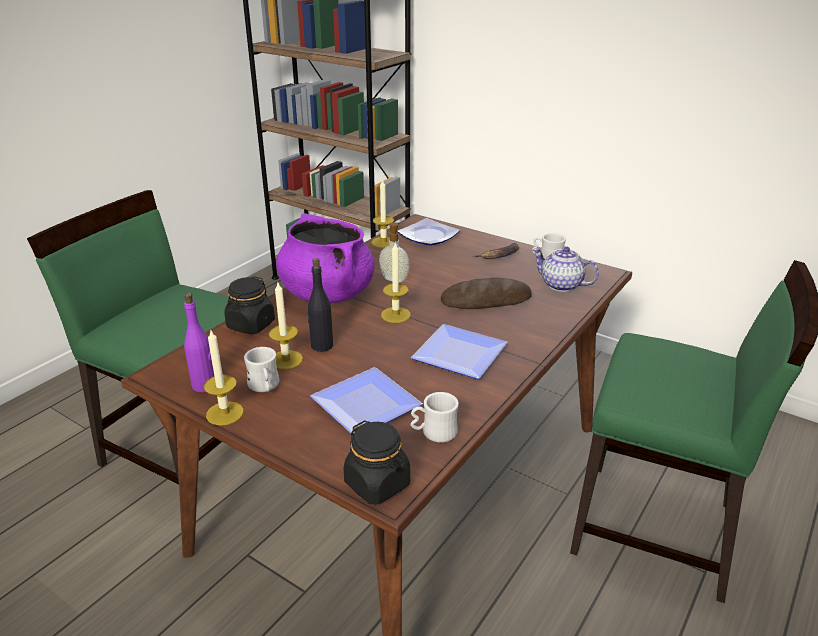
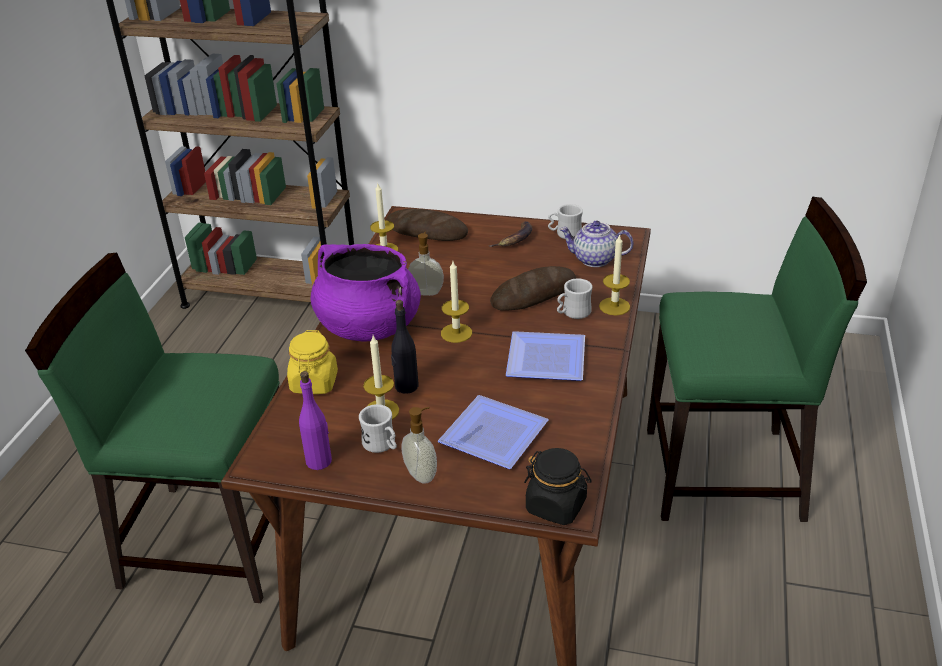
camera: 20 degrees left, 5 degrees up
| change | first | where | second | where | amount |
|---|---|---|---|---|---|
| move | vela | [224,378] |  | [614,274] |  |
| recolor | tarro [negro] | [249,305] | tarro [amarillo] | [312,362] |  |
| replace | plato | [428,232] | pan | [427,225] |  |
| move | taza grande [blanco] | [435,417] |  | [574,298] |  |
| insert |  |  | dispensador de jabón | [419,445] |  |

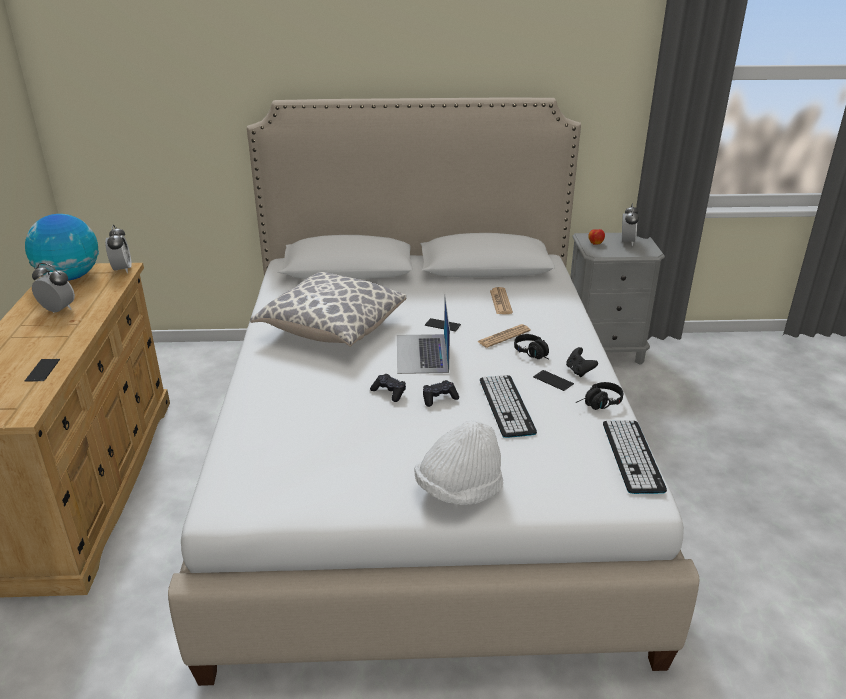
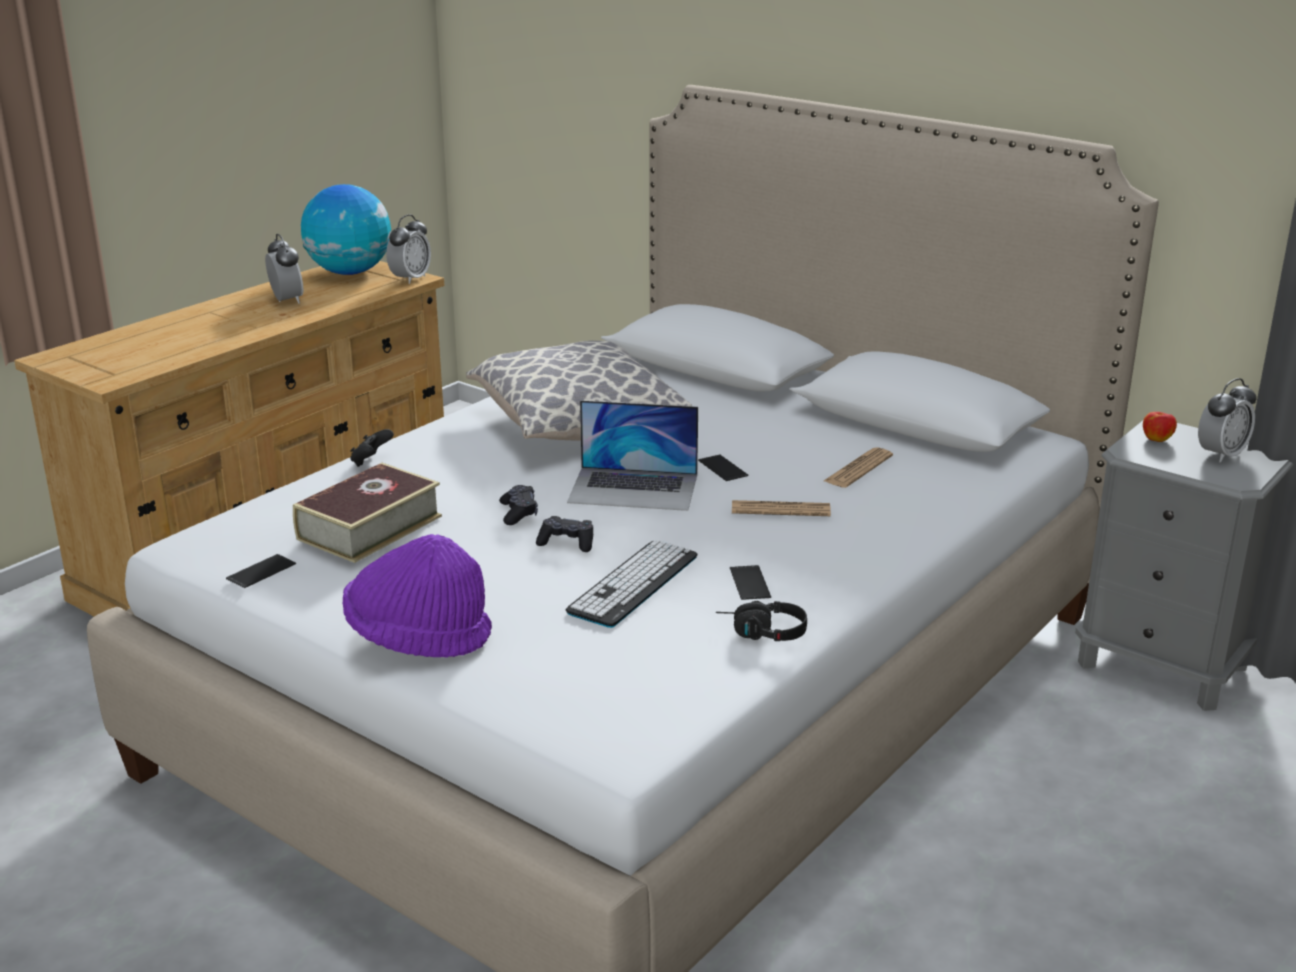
camera: 40 degrees right, 5 degrees down
| change | first | where | second | where | amount |
|---|---|---|---|---|---|
| move | móvil | [42,370] |  | [261,571] |  |
| rotate | portátil | [423,335] |  | [632,455] | 120 degrees counterclockwise |
| recolor | sombrero [blanco] | [458,462] | sombrero [morado] | [417,596] |  |
| delete | auriculares [negro] | [531,347] |  |  |  |
| move | mando de consola [negro] | [582,362] |  | [372,448] |  |
| delete | teclado | [635,457] |  |  |  |
| insert |  |  | libro | [367,513] |  |

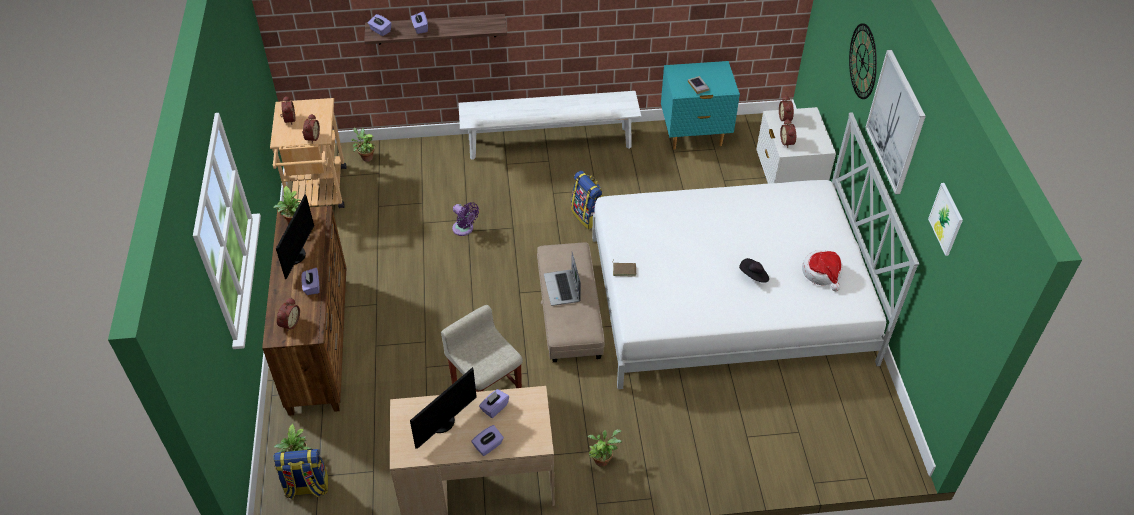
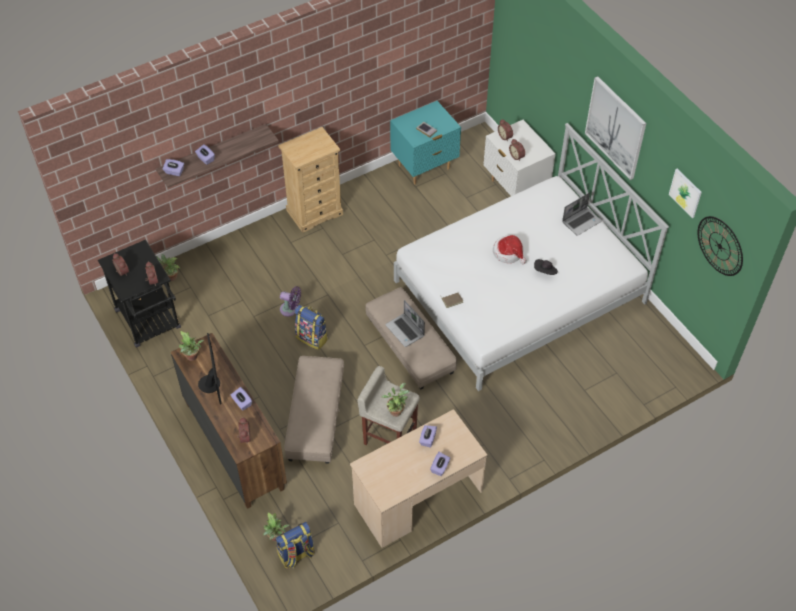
camera: 25 degrees left, 5 degrees up
| change | first | where | second | where | amount |
|---|---|---|---|---|---|
| recolor | carrito [beis] | [308,153] | carrito [negro] | [139,294] |  |
| delete | monitor | [443,408] |  |  |  |
| replace | banco [blanco] | [549,125] | cómoda [beis] | [310,180] |  |
| move | mochila | [587,200] |  | [311,327] |  |
| move | planta en maceta | [605,448] |  | [395,400] |  |
| move | sombrero | [822,270] |  | [510,249] |  |
| move | reloj de pared | [863,61] |  | [720,246] |  |
| insert |  |  | puf [beis] | [314,410] |  |
| insert |  |  | portátil | [582,214] |  |

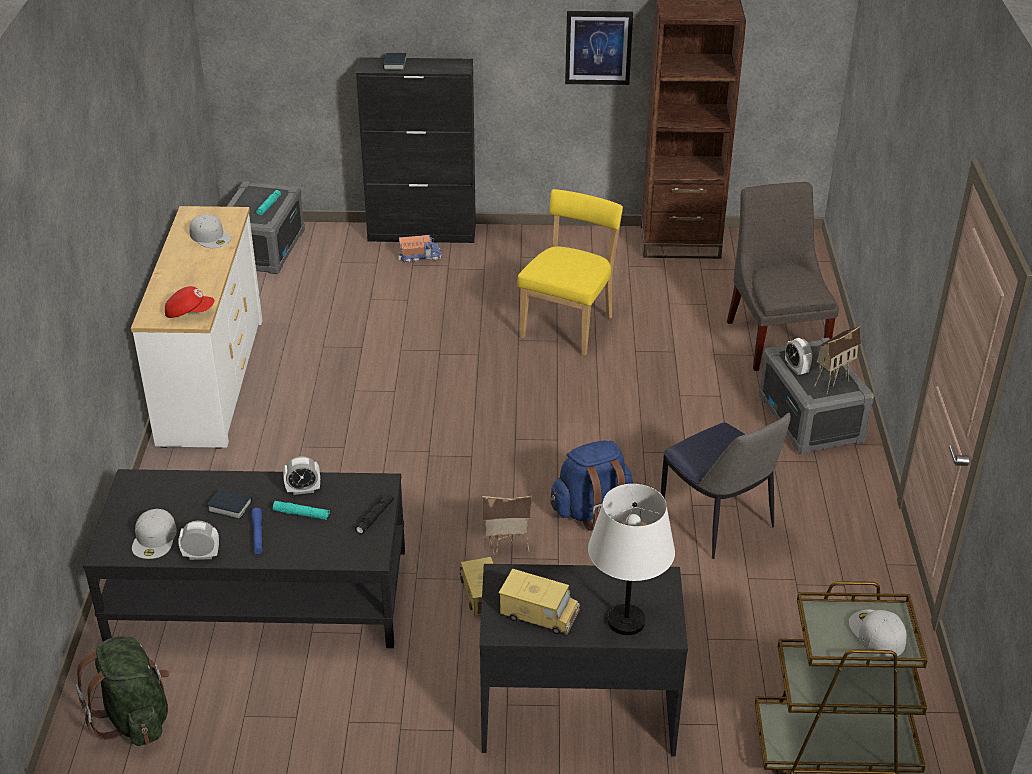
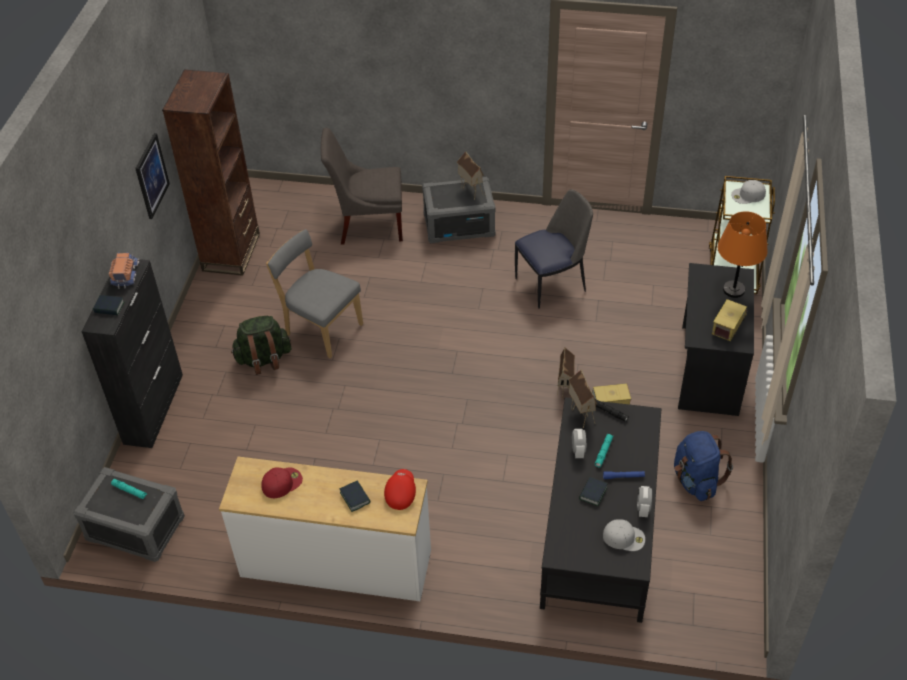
camera: 80 degrees left, 10 degrees up
| change | first | where | second | where | amount |
|---|---|---|---|---|---|
| move | mochila [verde] | [122,691] |  | [261,345] |  |
| recolor | gorra [blanco] | [210,231] | gorra [rojo] | [282,482] |  |
| move | camión de juguete | [420,248] |  | [124,270] |  |
| recolor | silla [amarillo] | [570,272] | silla [gris] | [314,293] |  |
| move | mochila [azul] | [591,485] |  | [703,466] |  |
| recolor | lámpara de mesa [blanco] | [631,559] | lámpara de mesa [naranja] | [743,254] |  |
| delete | despertador | [799,356] |  |  |  |
| insert |  |  | libro | [355,496] |  |
| insert |  |  | casita | [582,398] |  |

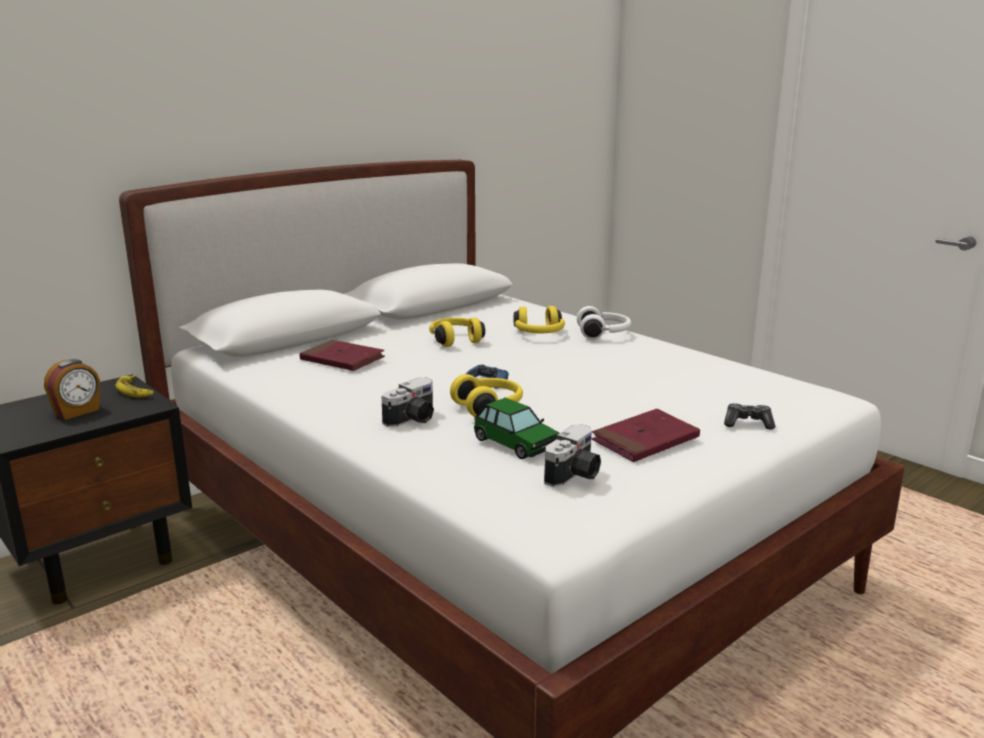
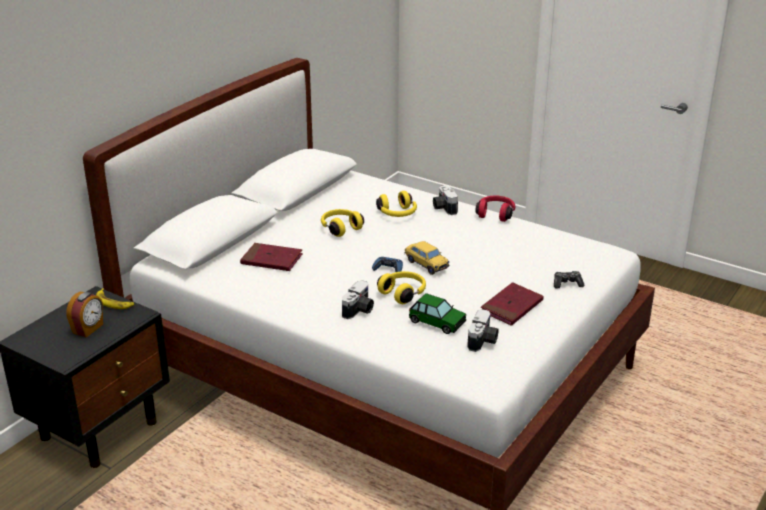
camera: 15 degrees left, 10 degrees up
| change | first | where | second | where | amount |
|---|---|---|---|---|---|
| replace | auriculares [blanco] | [604,322] | cámara | [445,200] |  |
| insert |  |  | coche de juguete | [426,258] |  |
| insert |  |  | auriculares [rojo] | [495,209] |  |

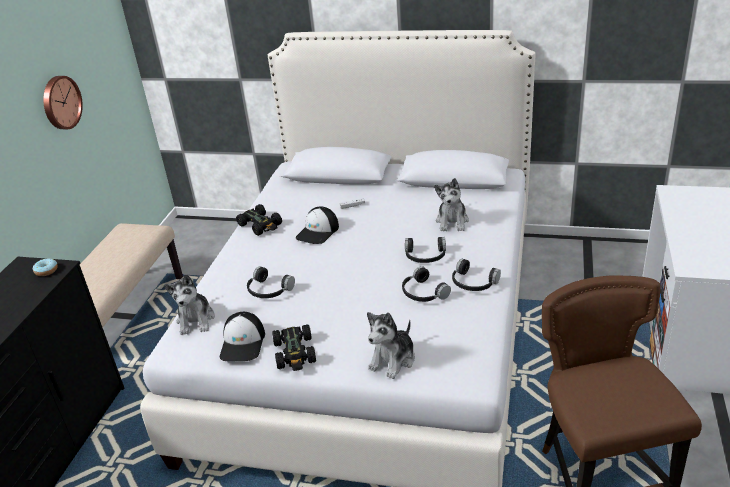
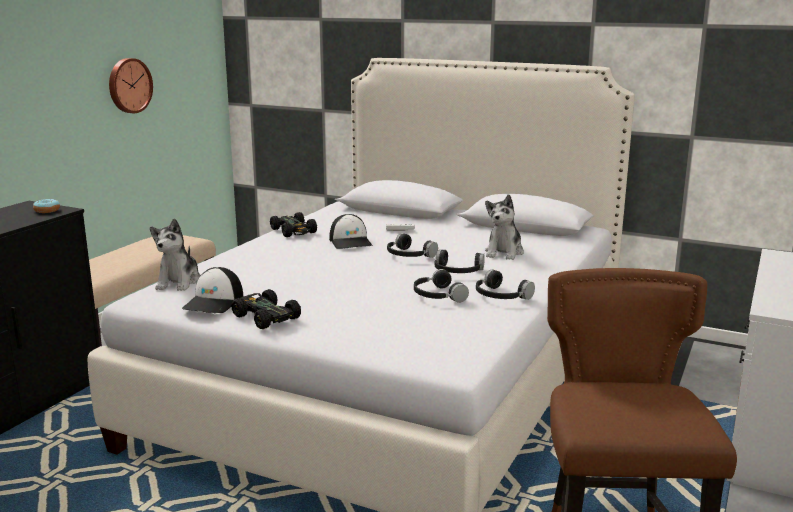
camera: 10 degrees right, 15 degrees down
| change | first | where | second | where | amount |
|---|---|---|---|---|---|
| move | auriculares [negro] | [271,282] |  | [412,245] |  |
| rotate | coche de juguete [negro] | [294,347] |  | [266,309] | 135 degrees clockwise |
| rotate | gorra | [317,225] |  | [350,231] | 60 degrees counterclockwise |
| delete | peluche | [391,345] |  |  |  |

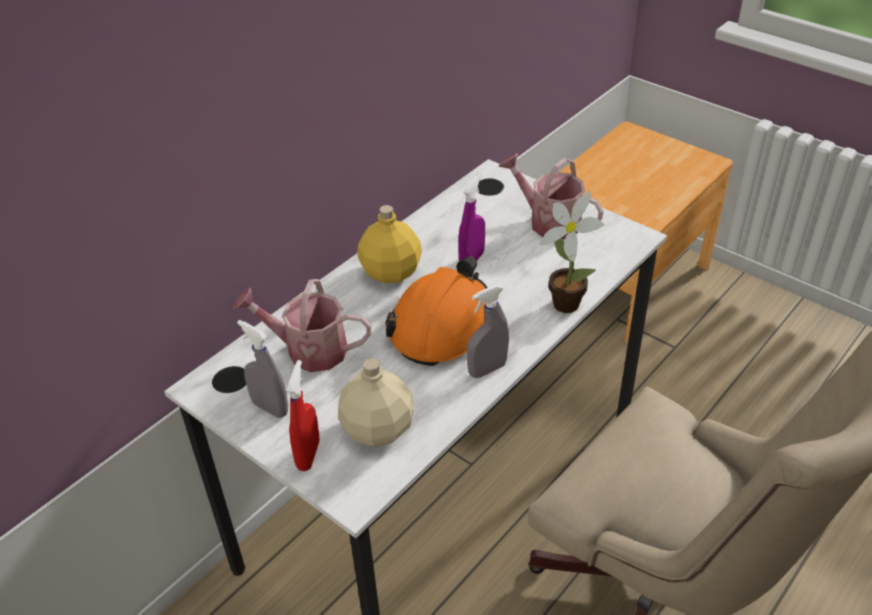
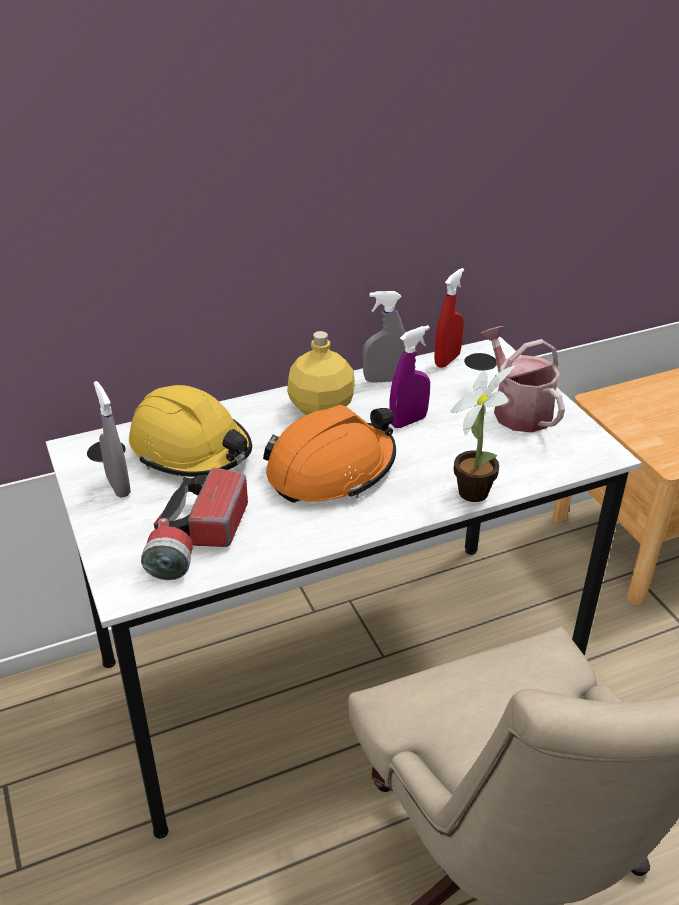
camera: 25 degrees right, 5 degrees down
| change | first | where | second | where | amount |
|---|---|---|---|---|---|
| replace | regadera | [302,325] | casco [amarillo] | [190,431] |  |
| move | pulverizador [rojo] | [302,415] |  | [449,318] |  |
| replace | botella [beis] | [376,402] | linterna | [194,523] |  |
| move | pulverizador [gris] | [488,331] |  | [383,337] |  |

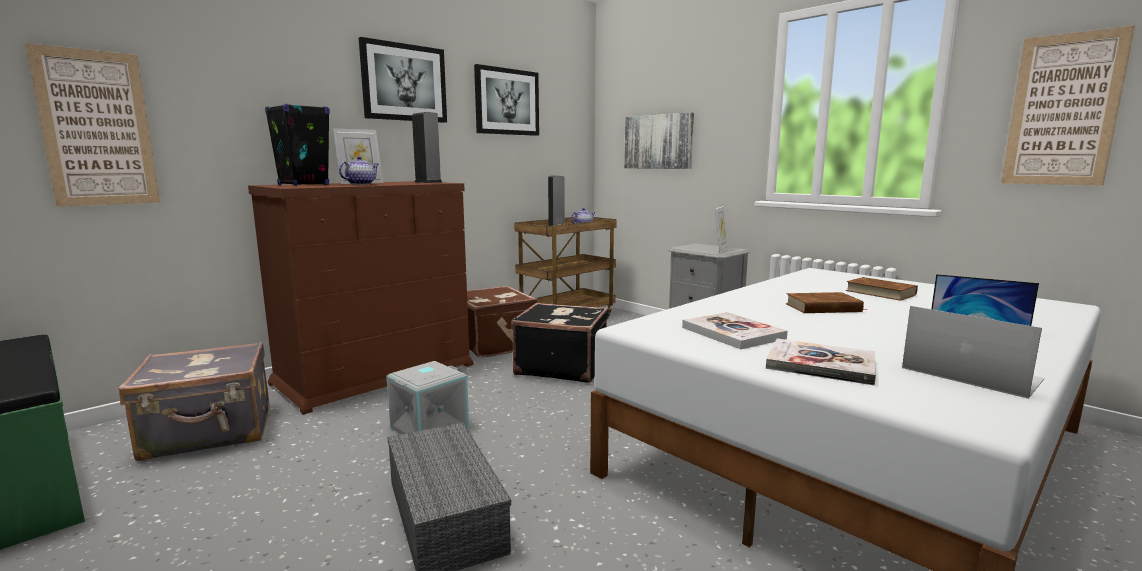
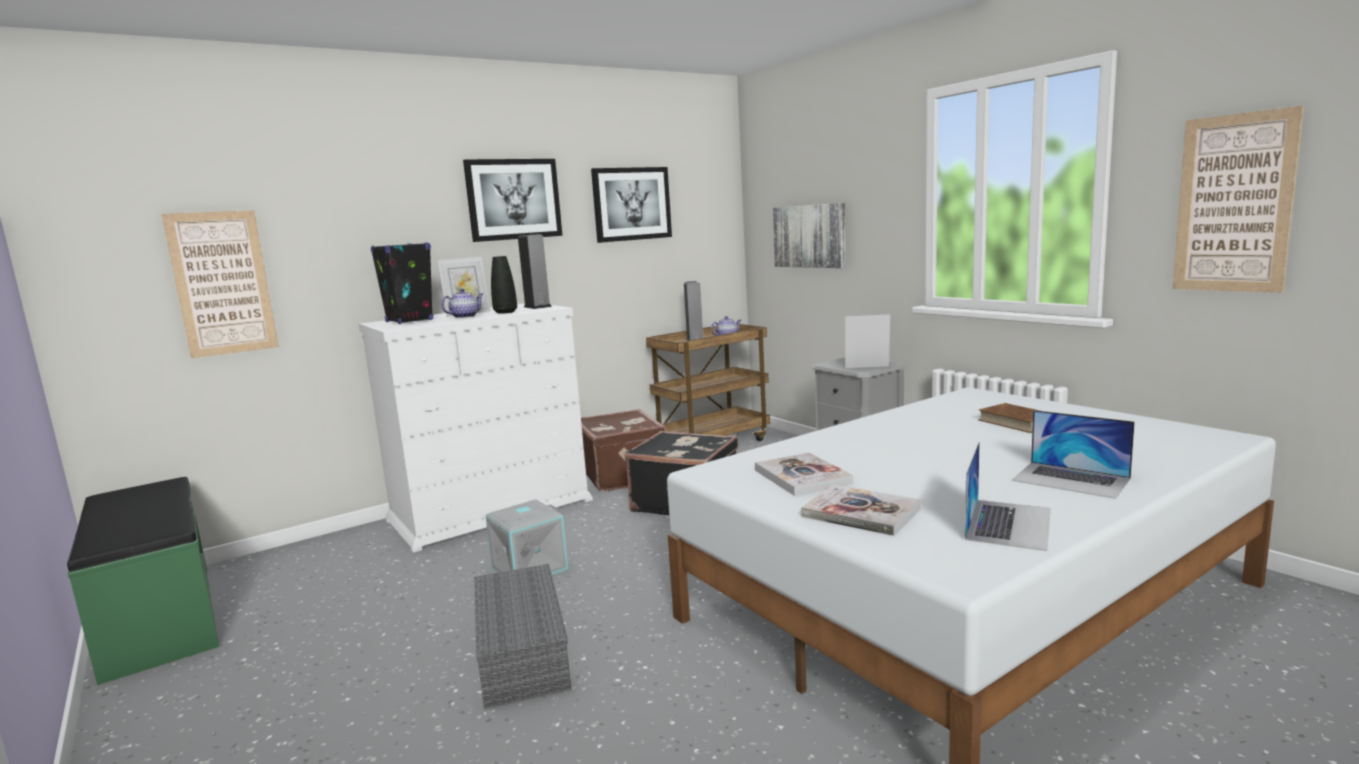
camera: 10 degrees right, 0 degrees up
| change | first | where | second | where | amount |
|---|---|---|---|---|---|
| delete | maleta [gris] | [194,401] |  |  |  |
| recolor | cómoda [marrón] | [361,298] | cómoda [blanco] | [476,428] |  |
| rotate | portarretratos | [721,228] |  | [867,341] | 120 degrees counterclockwise |
| delete | libro [marrón] | [825,302] |  |  |  |
| rotate | portátil | [973,352] |  | [1008,496] | 60 degrees clockwise |
| insert |  |  | florero [negro] | [504,285] |  |

